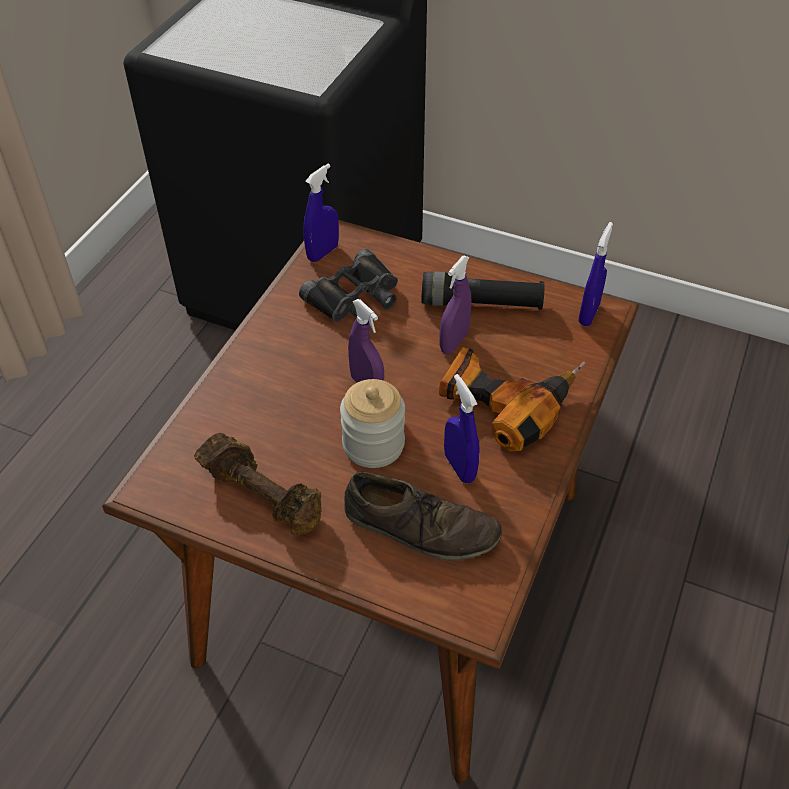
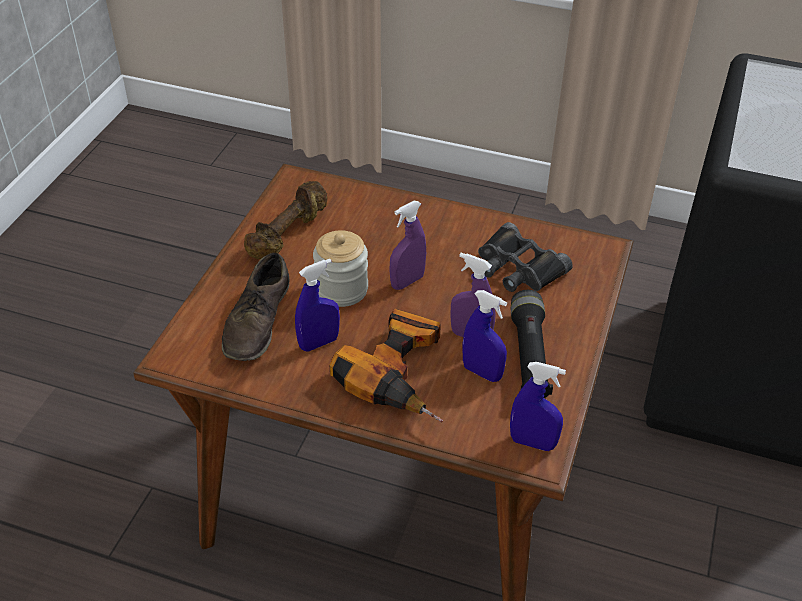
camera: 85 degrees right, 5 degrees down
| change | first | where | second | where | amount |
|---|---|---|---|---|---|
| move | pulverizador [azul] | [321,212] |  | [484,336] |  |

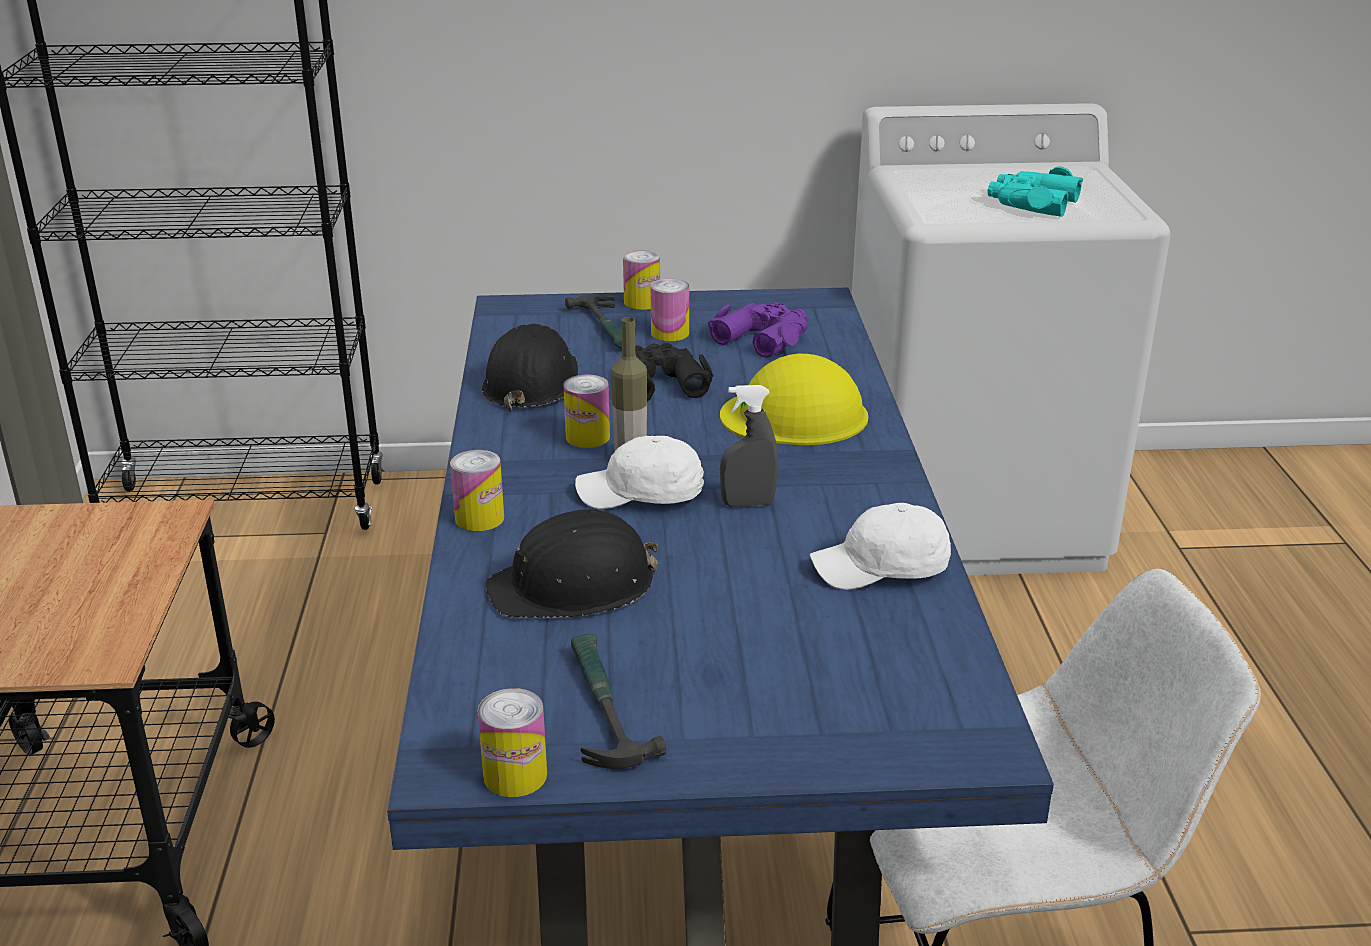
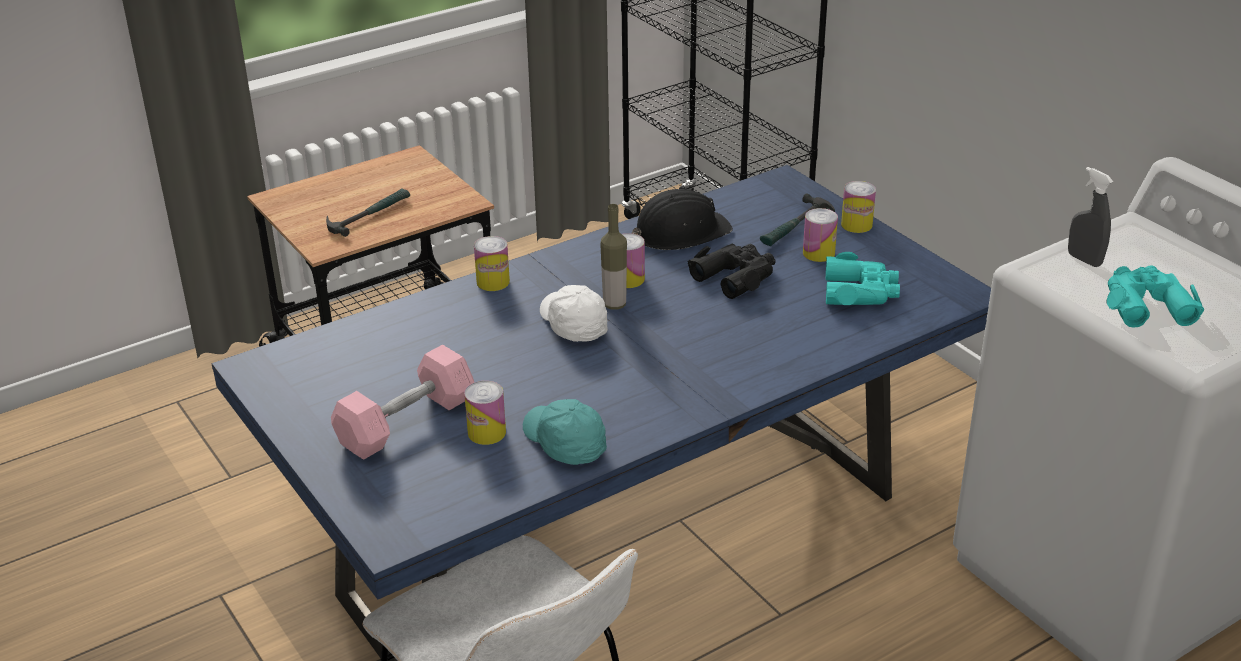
camera: 60 degrees right, 5 degrees up
| change | first | where | second | where | amount |
|---|---|---|---|---|---|
| move | lata | [512,742] |  | [485,413] |  |
| delete | casco [negro] | [572,563] |  |  |  |
| move | martillo | [618,701] |  | [368,212] |  |
| recolor | prismáticos [morado] | [757,330] | prismáticos [turquesa] | [863,278] |  |
| delete | casco [amarillo] | [794,399] |  |  |  |
| move | pulverizador [gris] | [749,446] |  | [1090,217] |  |
| recolor | gorra [blanco] | [880,546] | gorra [turquesa] | [565,432] |  |
| insert |  |  | mancuerna [rosa] | [402,402] |  |

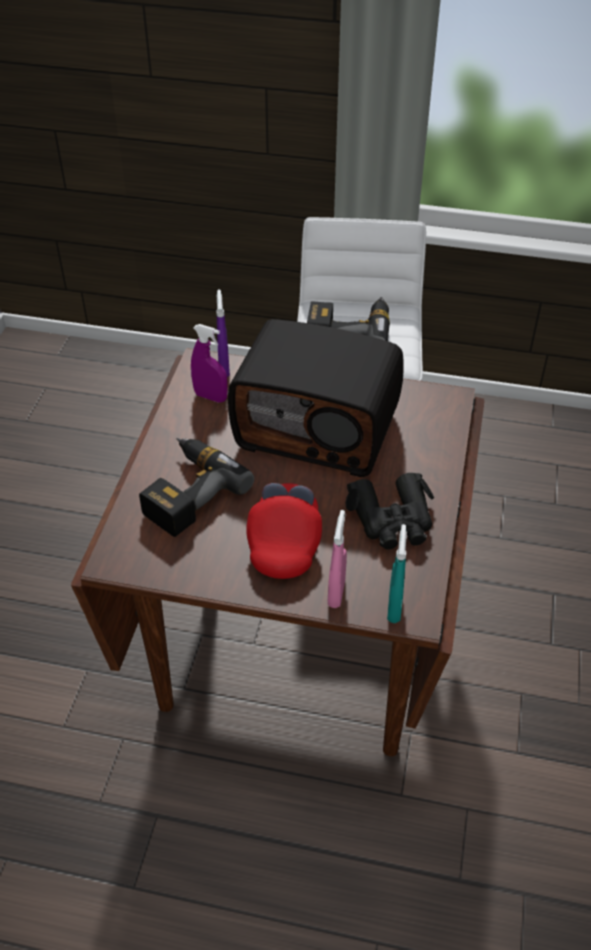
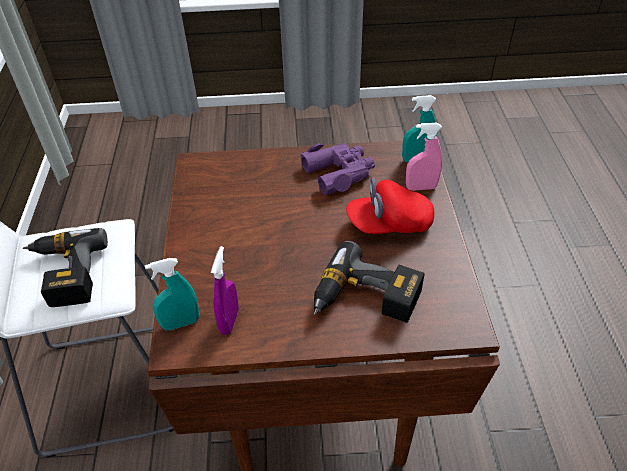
camera: 105 degrees left, 0 degrees up
| change | first | where | second | where | amount |
|---|---|---|---|---|---|
| recolor | pulverizador [morado] | [223,333] | pulverizador [turquesa] | [172,294] |  |
| delete | radio | [315,398] |  |  |  |
| recolor | prismáticos [negro] | [390,511] | prismáticos [morado] | [337,169] |  |

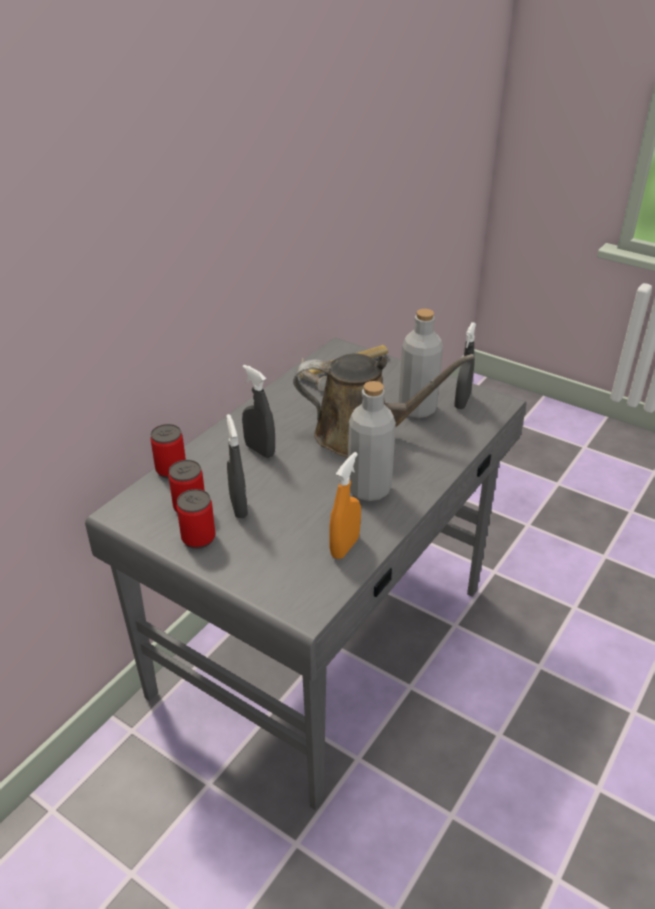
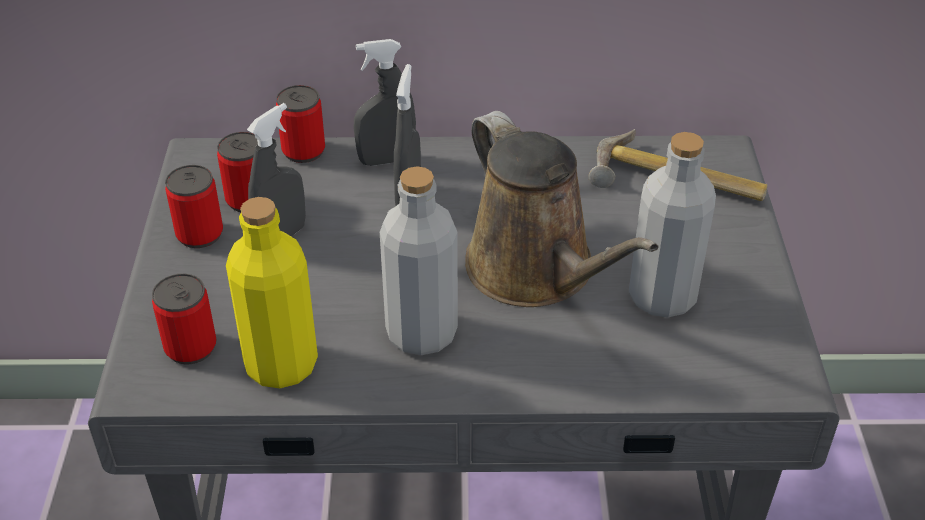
camera: 55 degrees right, 5 degrees up
| change | first | where | second | where | amount |
|---|---|---|---|---|---|
| replace | pulverizador [naranja] | [345,505] | botella [amarillo] | [272,292] |  |
| move | pulverizador [gris] | [465,365] |  | [384,102] |  |
| insert |  |  | lata | [184,319] |  |

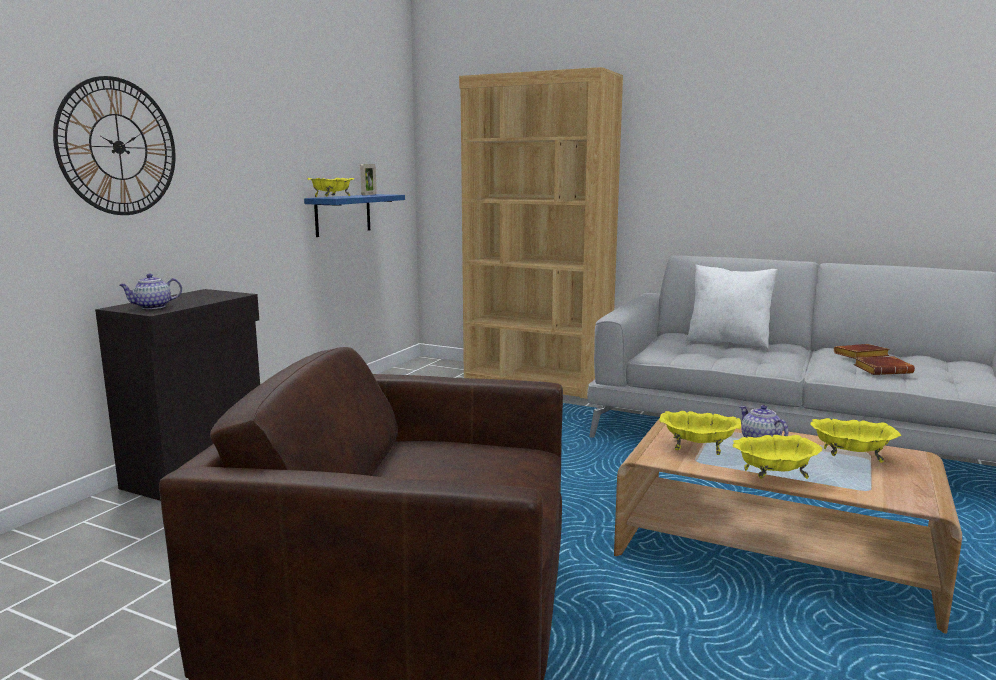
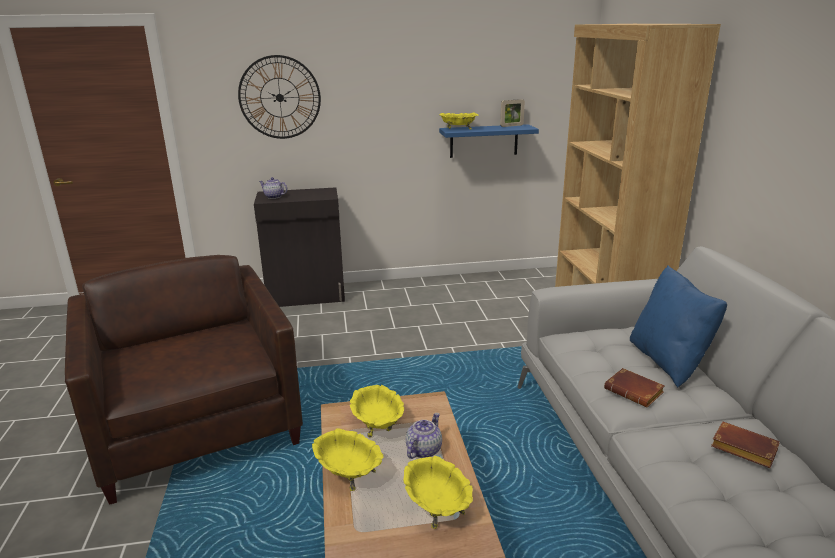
camera: 55 degrees right, 10 degrees up
| change | first | where | second | where | amount |
|---|---|---|---|---|---|
| recolor | cojín [blanco] | [731,306] | cojín [azul] | [678,326] |  |
| move | libro [marrón] | [884,365] |  | [634,387] |  |

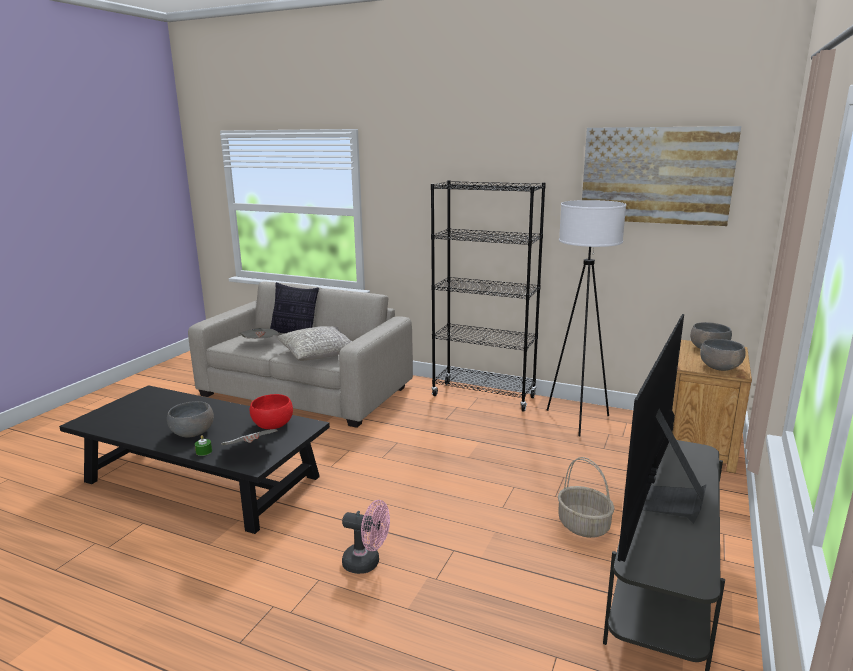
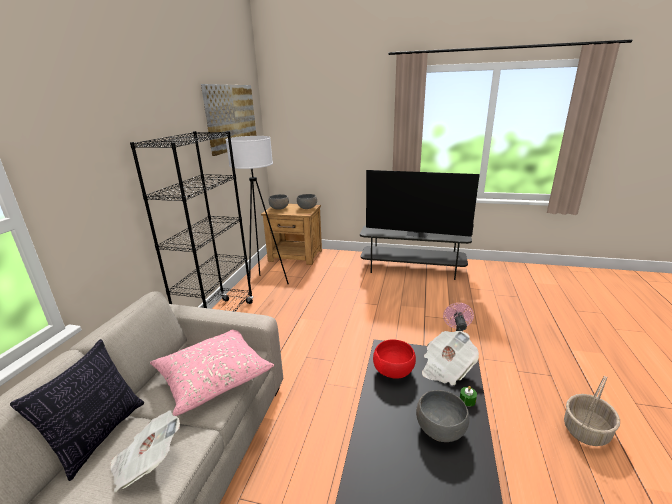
camera: 100 degrees left, 5 degrees up
| change | first | where | second | where | amount |
|---|---|---|---|---|---|
| recolor | cojín [gris] | [315,343] | cojín [rosa] | [212,373] |  |
| move | cesta | [586,497] |  | [592,411] |  |

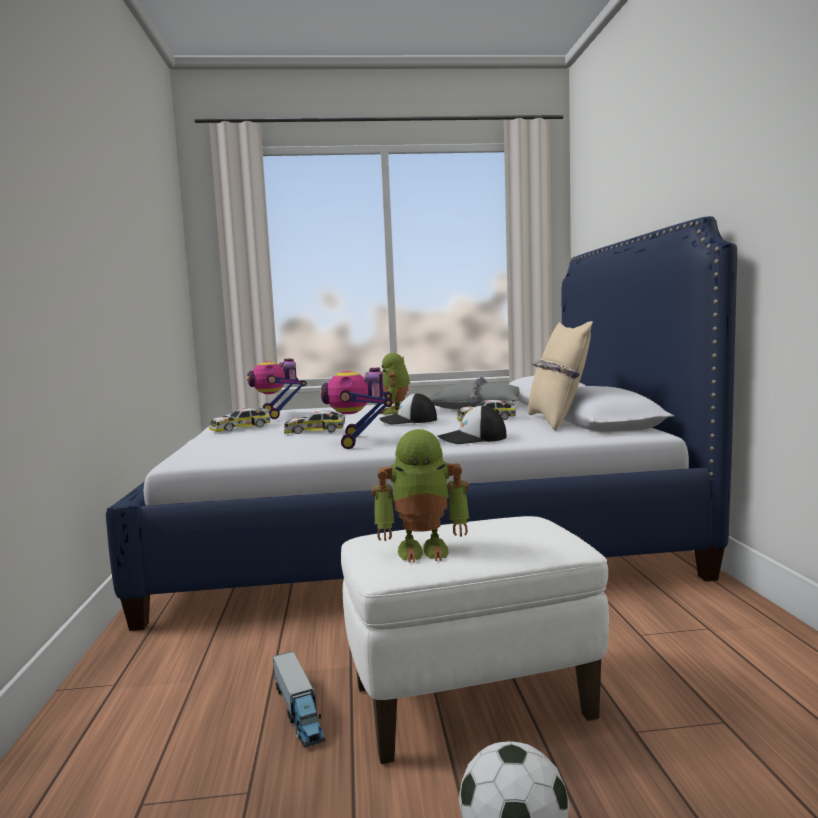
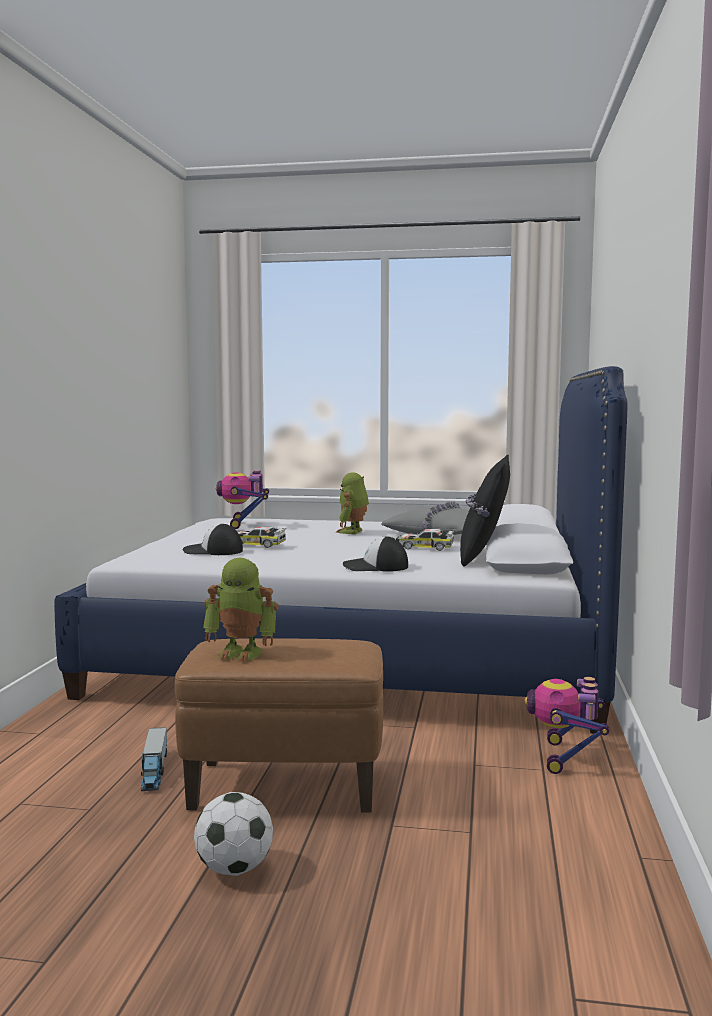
camera: 15 degrees right, 0 degrees up
| change | first | where | second | where | amount |
|---|---|---|---|---|---|
| delete | coche de juguete | [239,420] |  |  |  |
| move | robot de juguete | [356,408] |  | [567,725] |  |
| recolor | puf [blanco] | [475,640] | puf [marrón] | [279,725] |  |
| move | gorra | [408,408] |  | [212,539] |  |
| recolor | cojín [beis] | [560,376] | cojín [negro] | [485,511] |  |

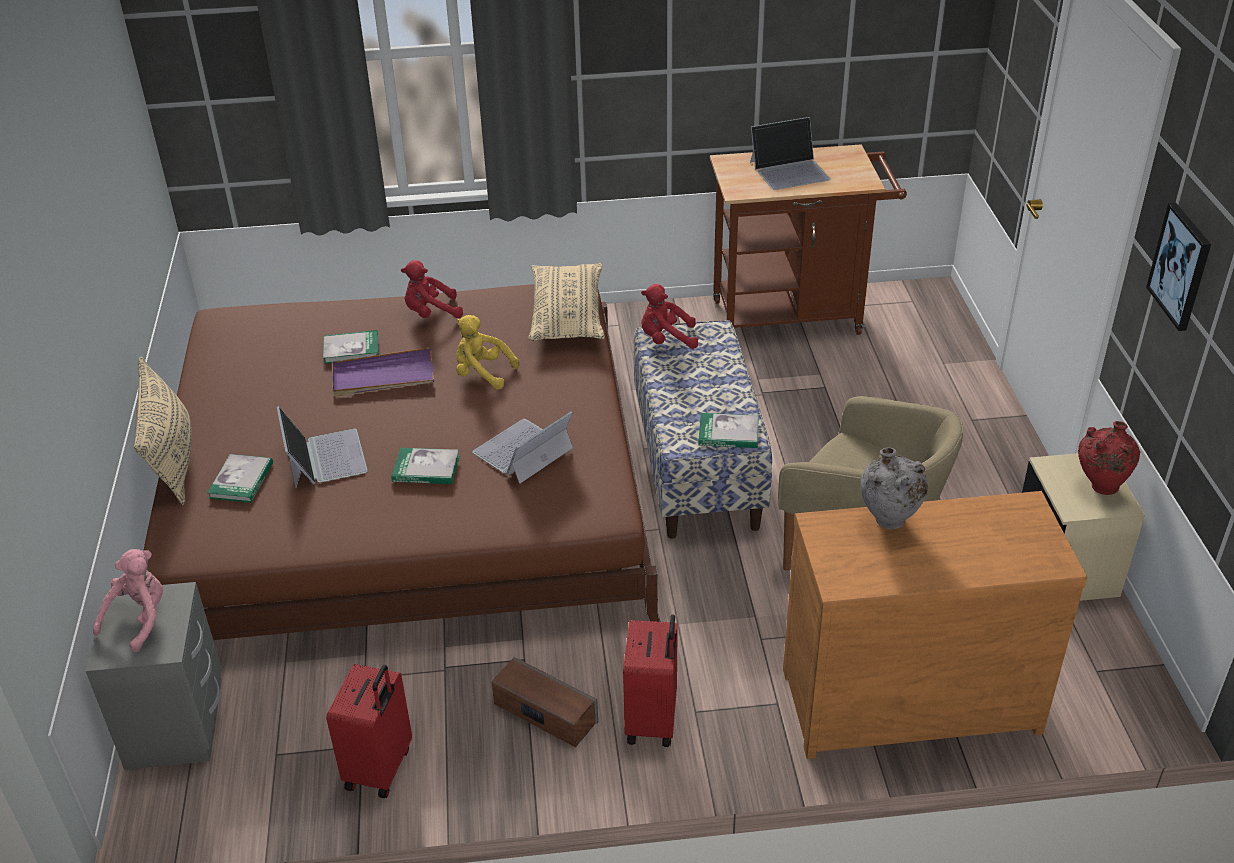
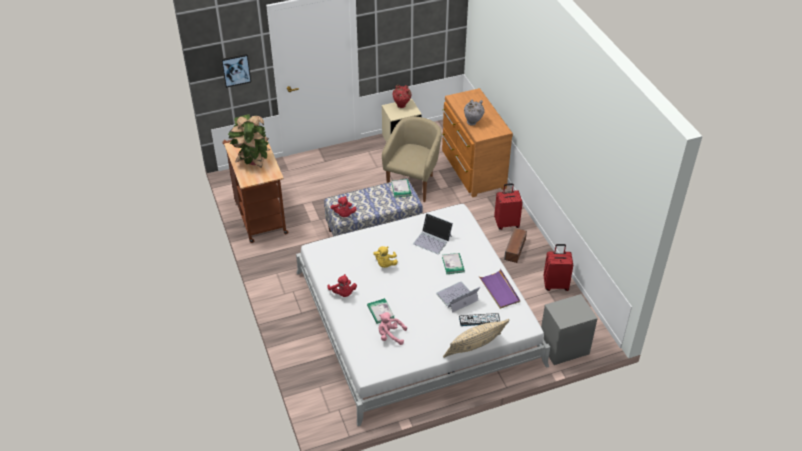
camera: 105 degrees left, 5 degrees up
| change | first | where | second | where | amount |
|---|---|---|---|---|---|
| move | peluche [rosa] | [128,600] |  | [392,328] |  |
| recolor | cama [marrón] | [402,462] | cama [blanco] | [423,315] |  |
| replace | libro | [240,478] | teclado | [479,319] |  |
| move | bandeja [morado] | [383,372] |  | [499,289] |  |
| delete | cojín [beis] | [566,302] |  |  |  |
| replace | portátil | [790,153] | planta en maceta | [249,141] |  |
| move | cuadro | [1178,267] |  | [236,71] |  |

